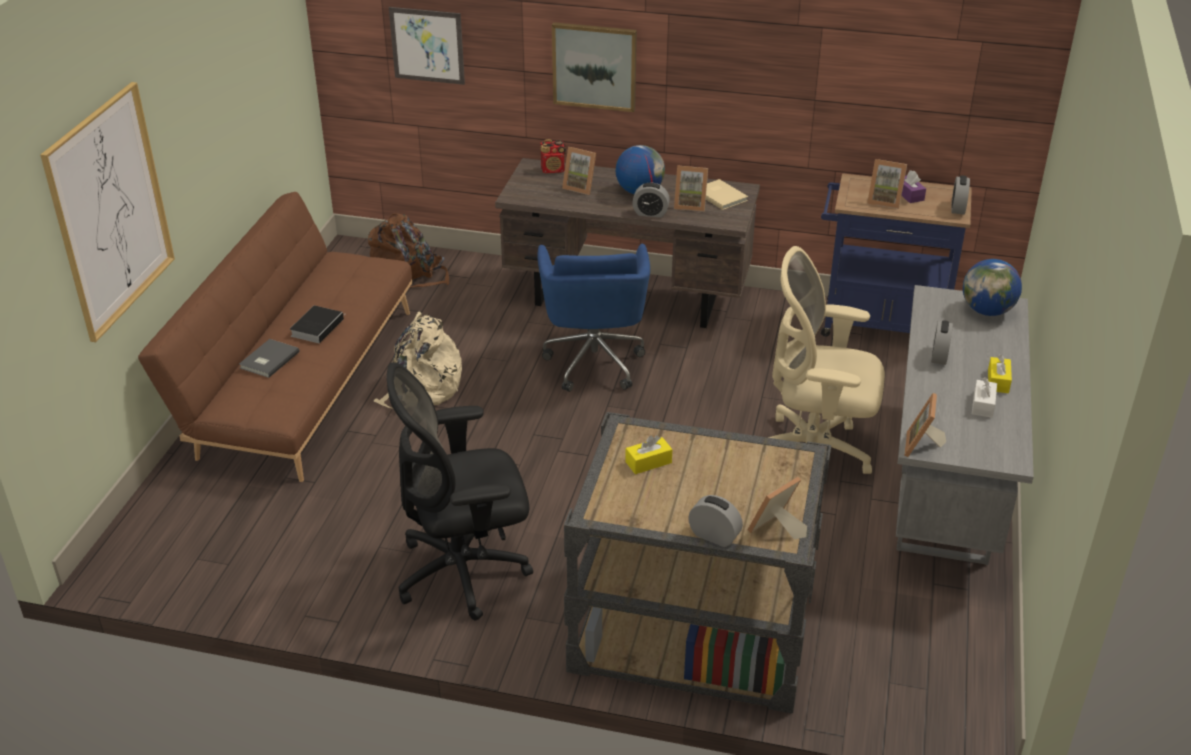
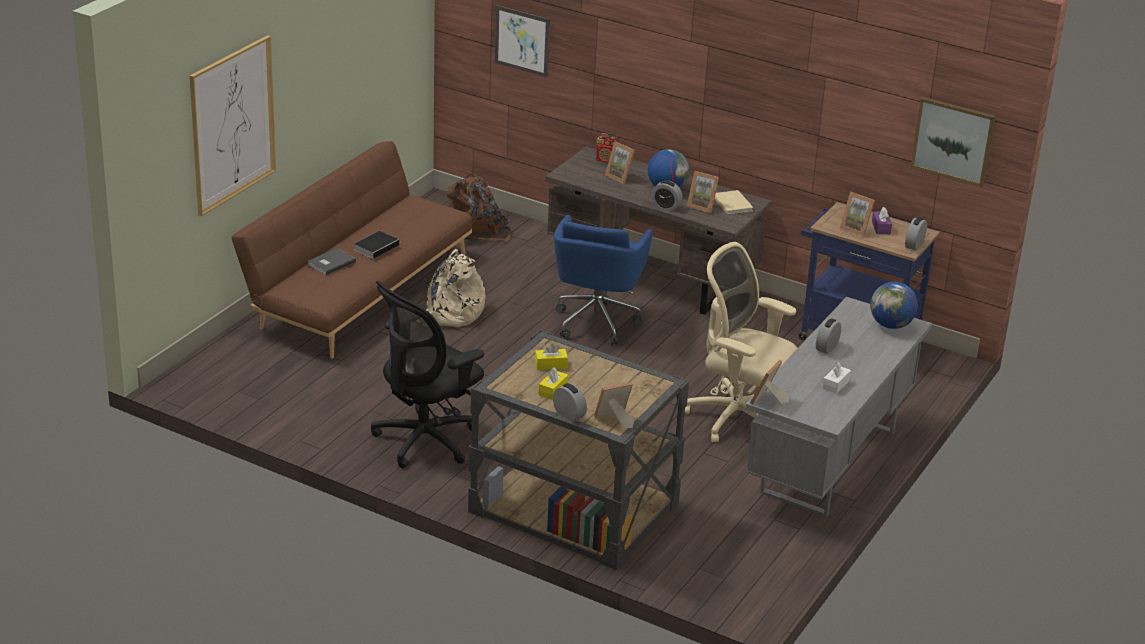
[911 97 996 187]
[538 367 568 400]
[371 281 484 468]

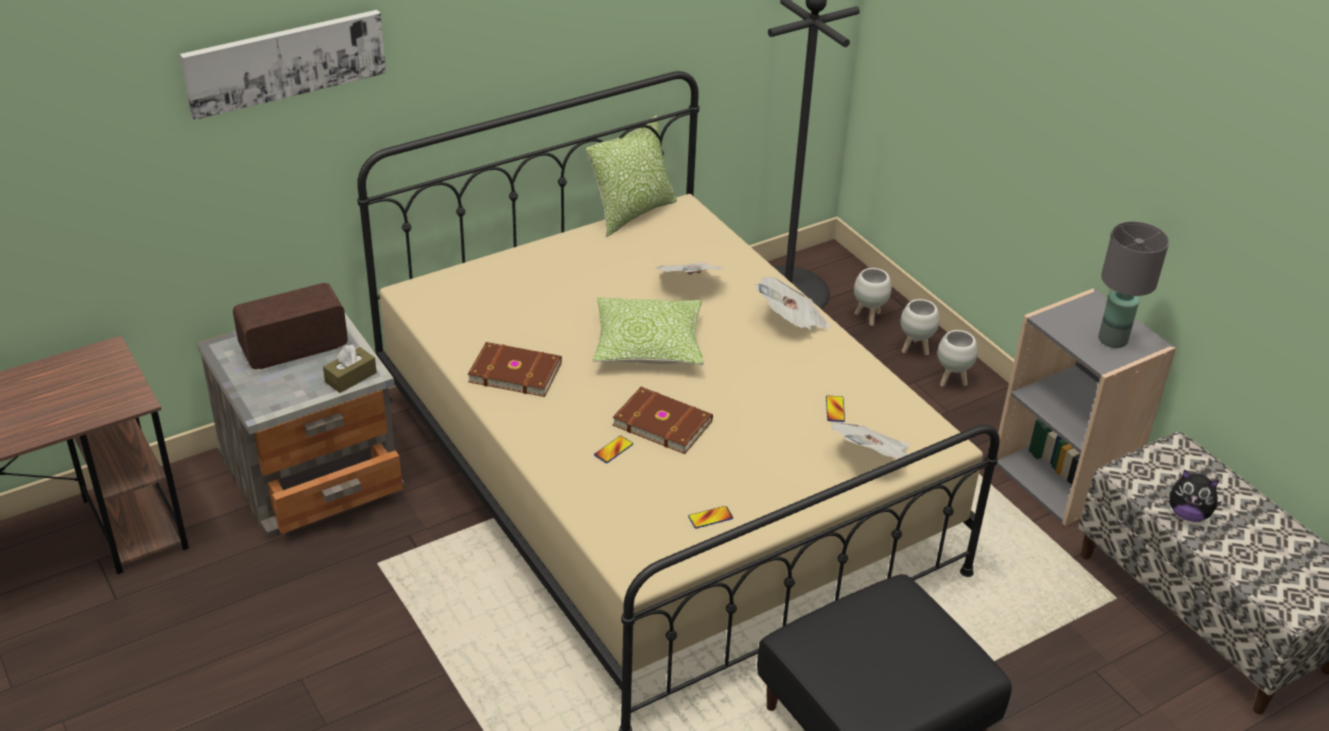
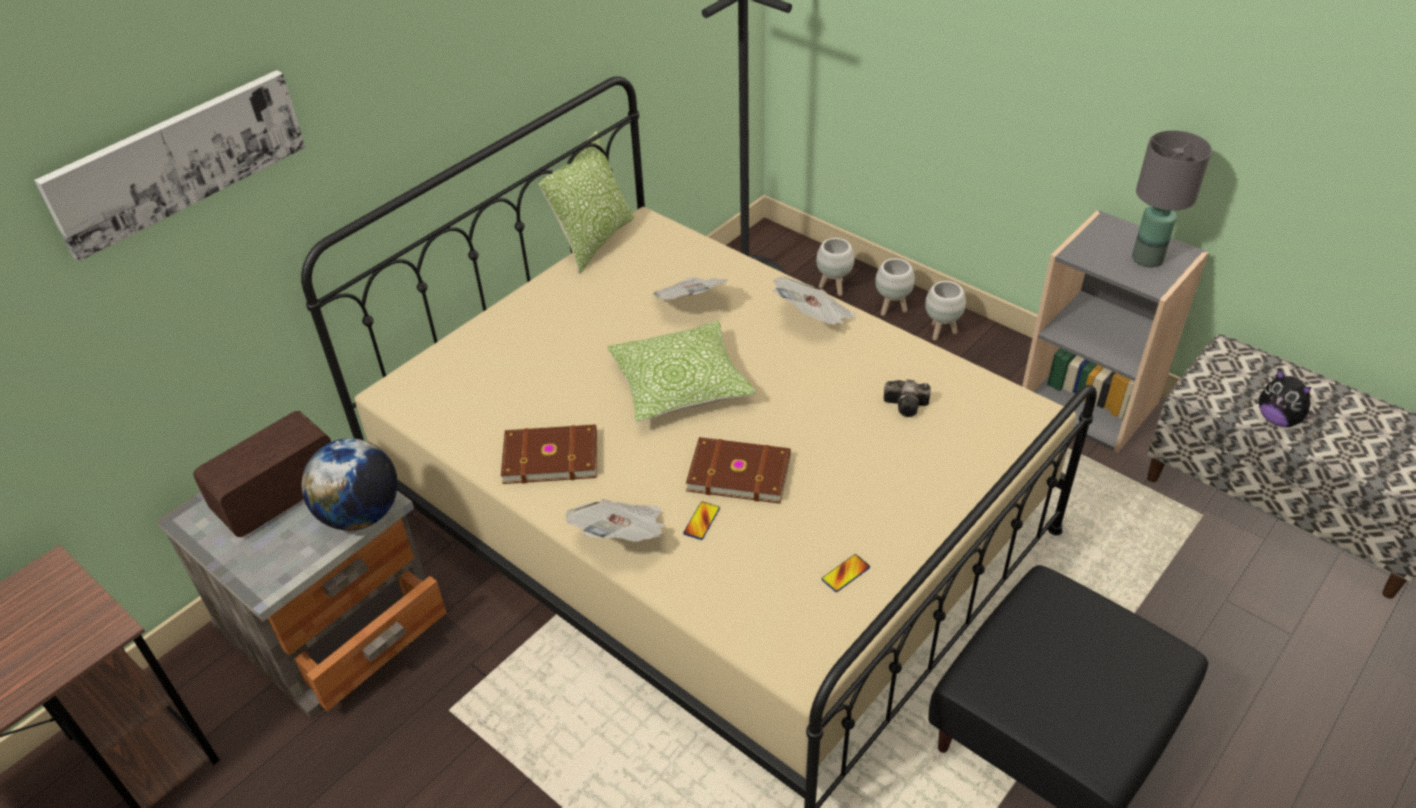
[302 438 398 531]
[884 379 931 417]
[566 499 665 542]
[1259 369 1317 427]

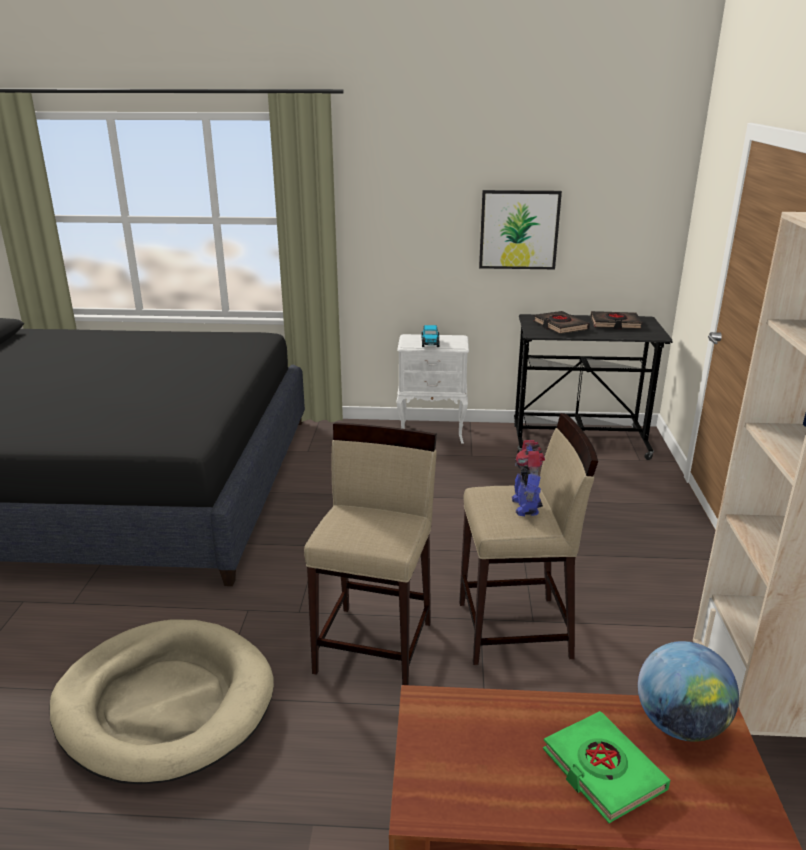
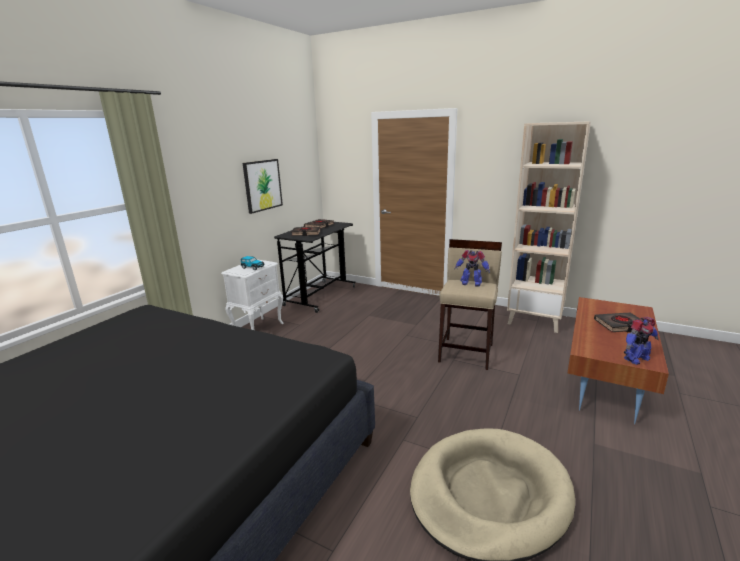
[304 422 437 685] (first image)
[638 641 739 742] (first image)
[594 312 640 332]
[624 317 659 365]

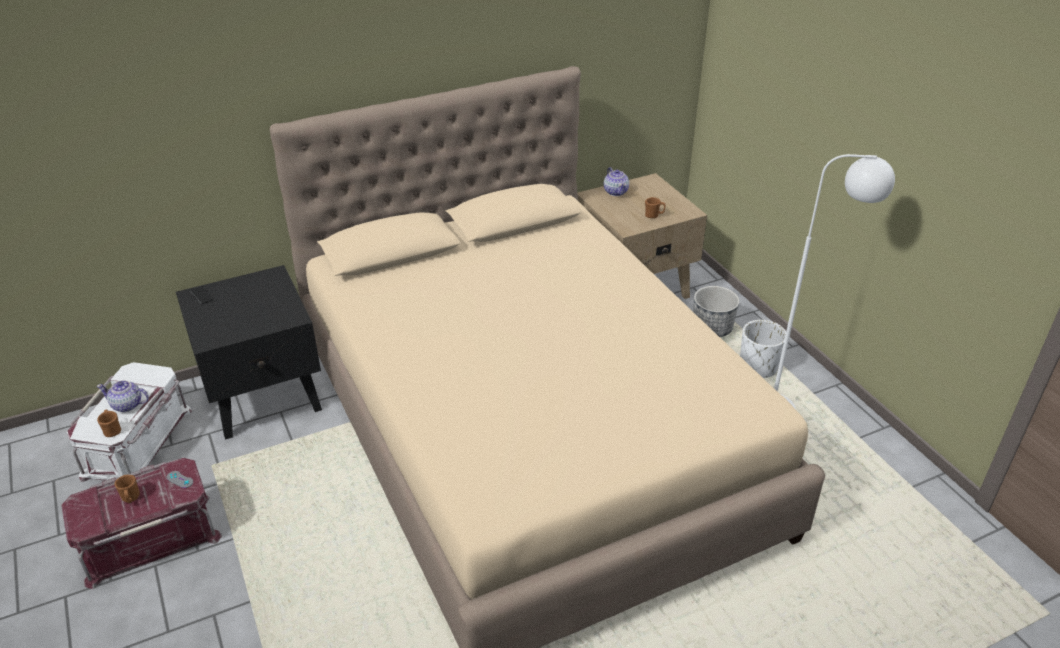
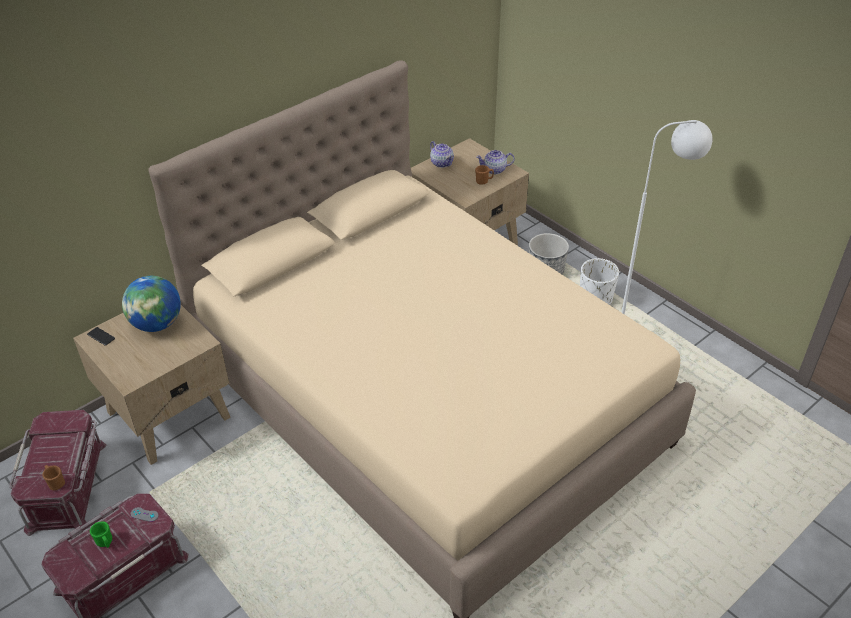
[73 305 231 465]
[9 410 107 536]
[476 150 515 174]
[90 521 112 548]
[122 276 181 332]

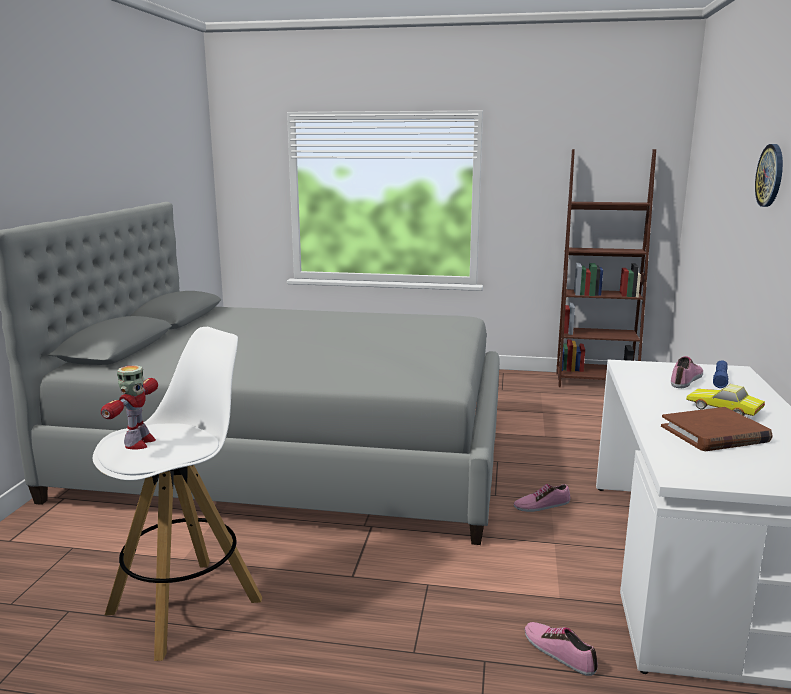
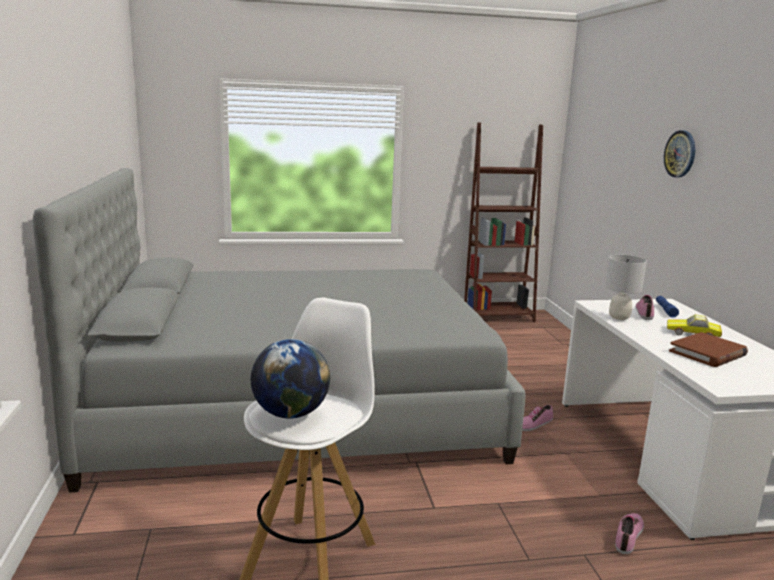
[251 339 330 419]
[615 513 644 554]
[605 255 647 320]

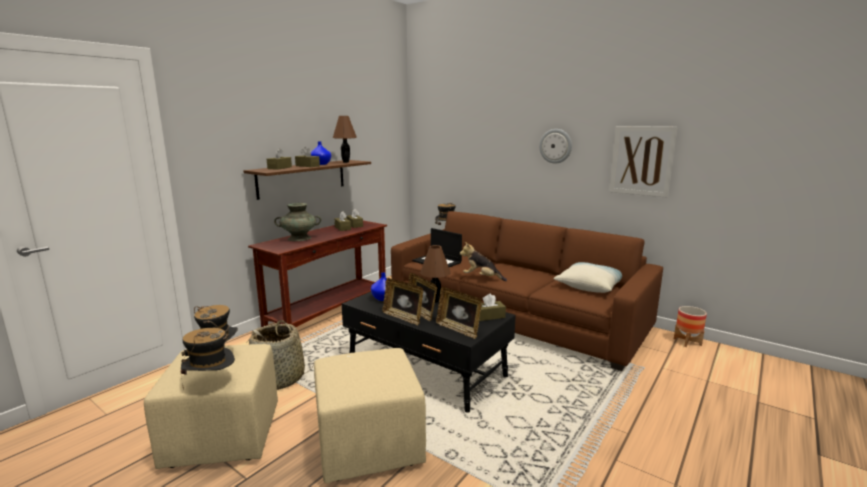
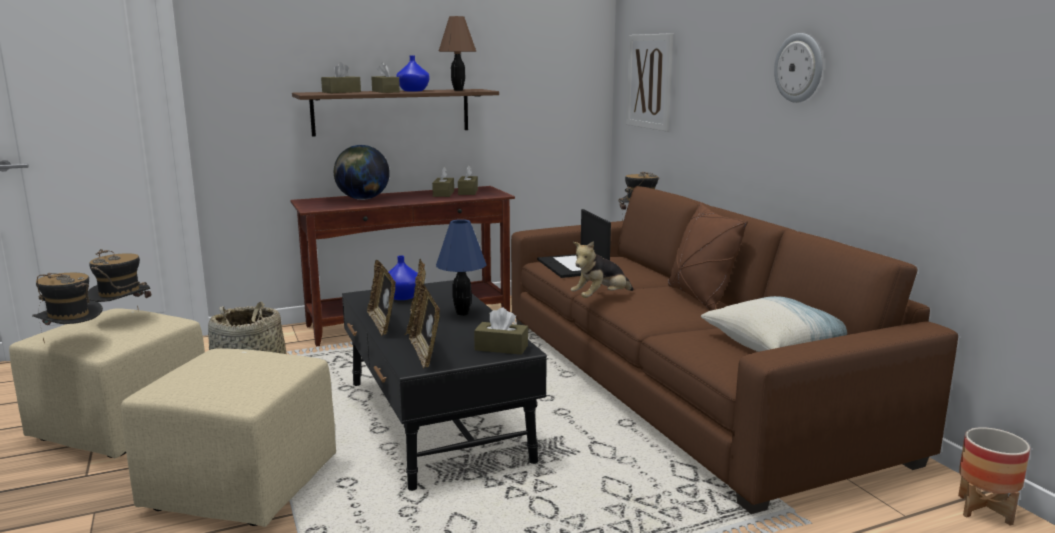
[626 33 673 131]
[334 145 390 200]
[571 241 633 298]
[436 219 486 316]
[668 202 748 311]

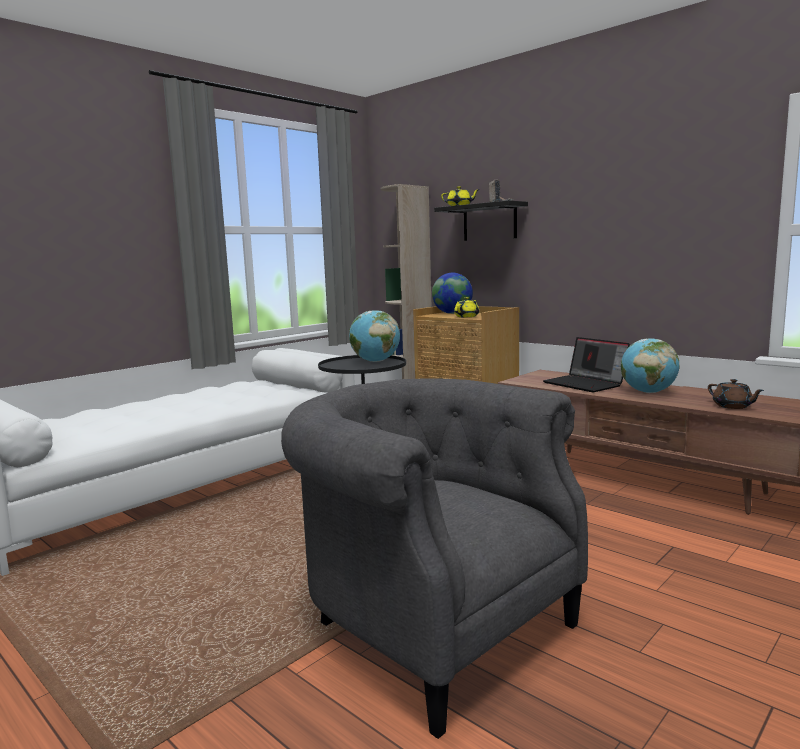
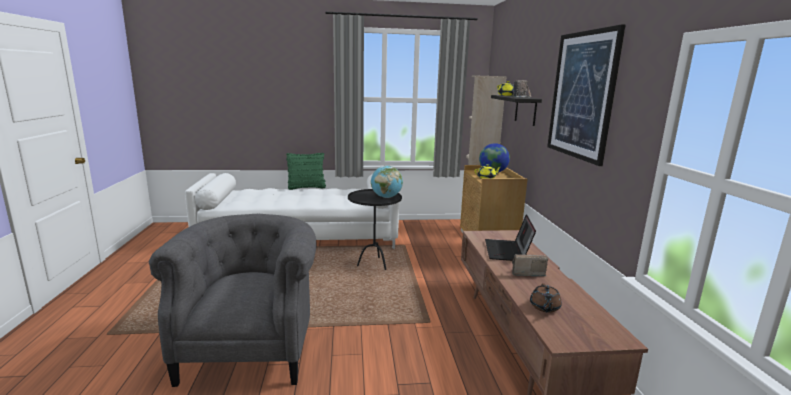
[512 254 548 276]
[547 24 625 166]
[286 153 326 190]

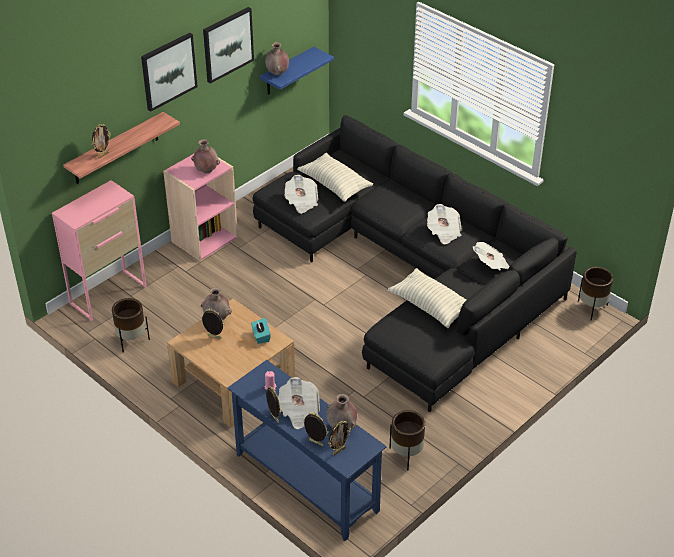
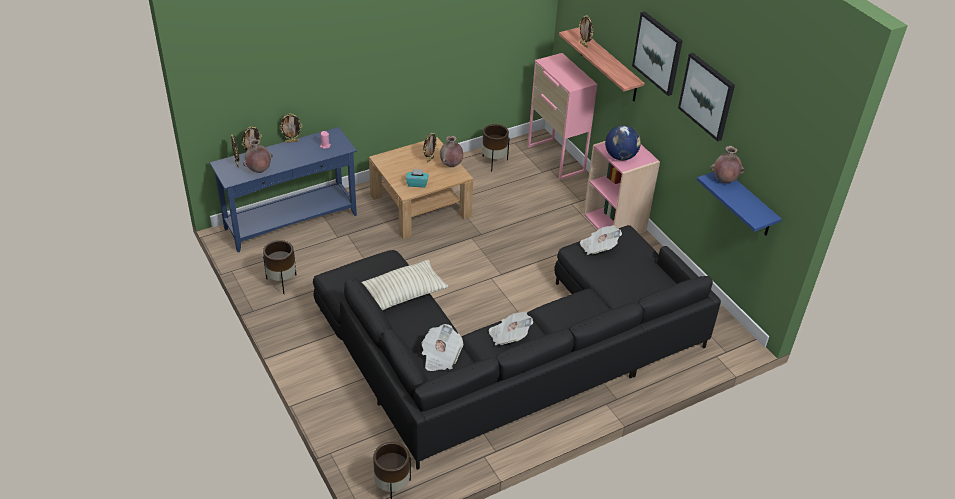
[605 125 641 160]
[297 153 373 202] (first image)
[278 377 320 429] (first image)

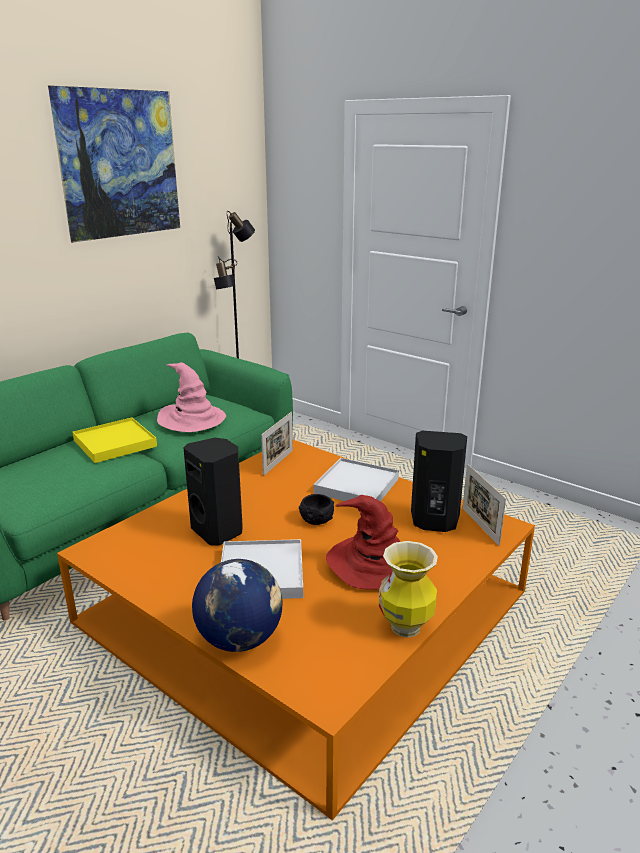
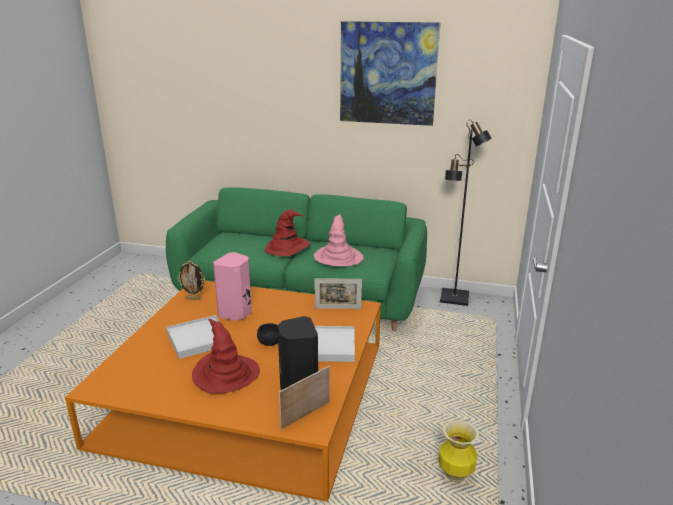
[264 209 311 256]
[213 252 252 321]
[438 420 479 483]
[192 559 283 652] (first image)
[177 261 205 300]

